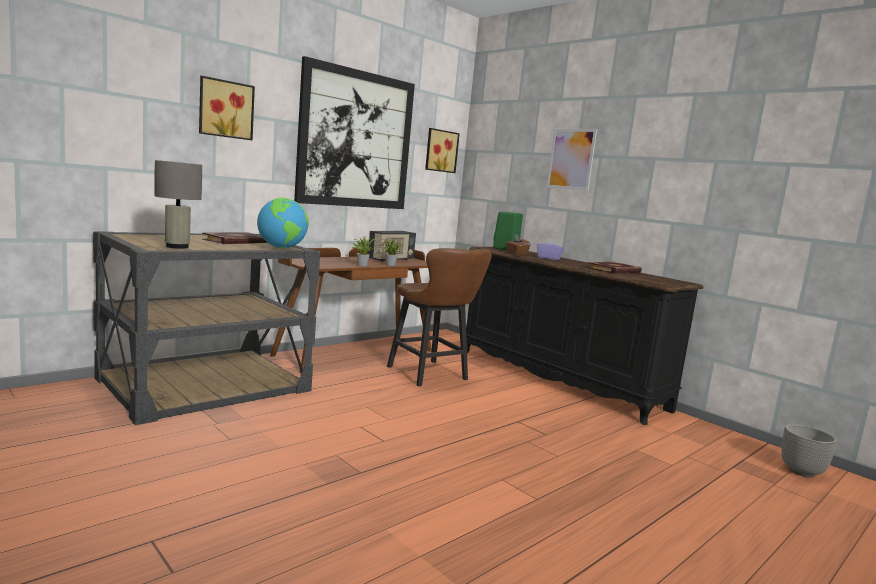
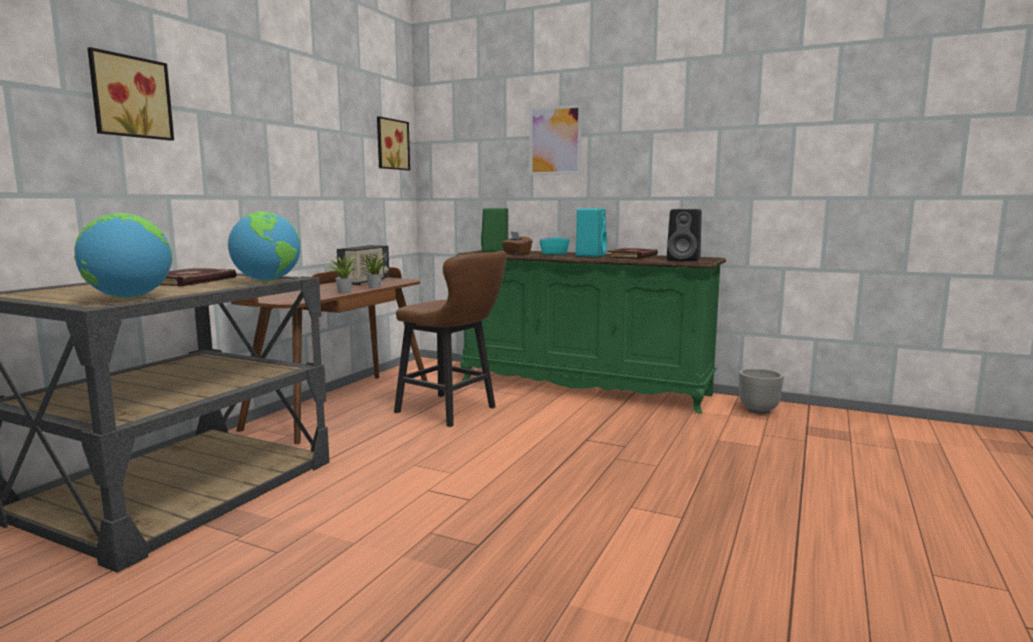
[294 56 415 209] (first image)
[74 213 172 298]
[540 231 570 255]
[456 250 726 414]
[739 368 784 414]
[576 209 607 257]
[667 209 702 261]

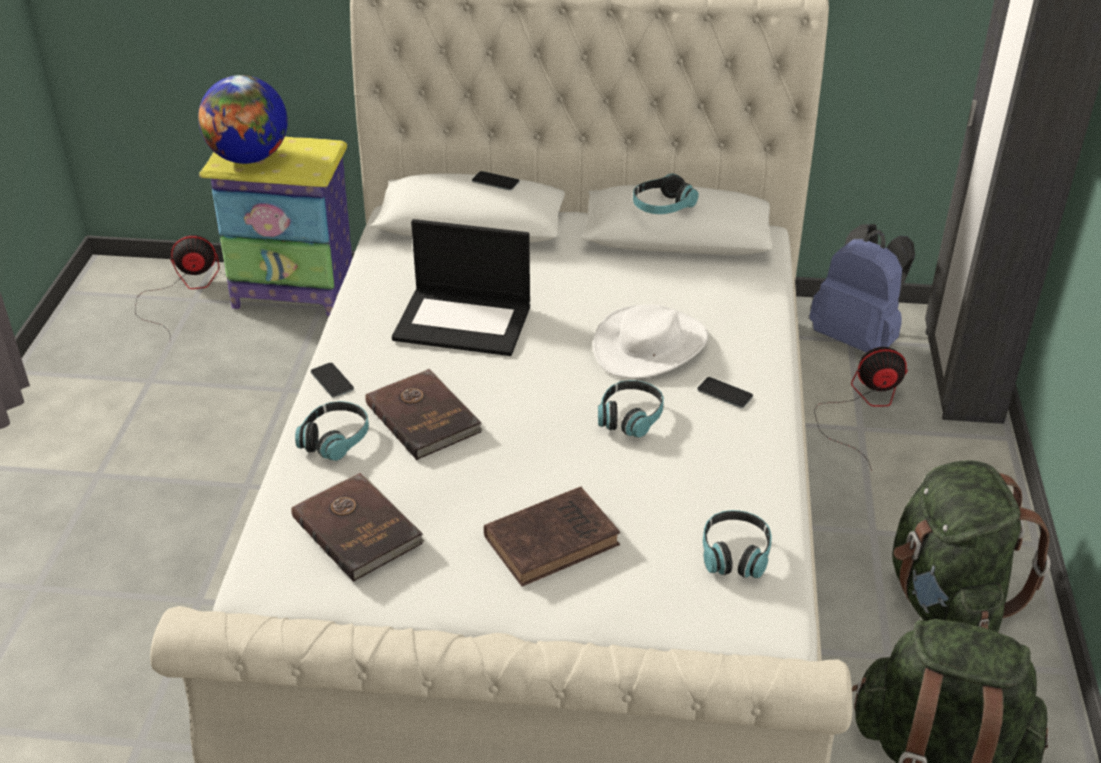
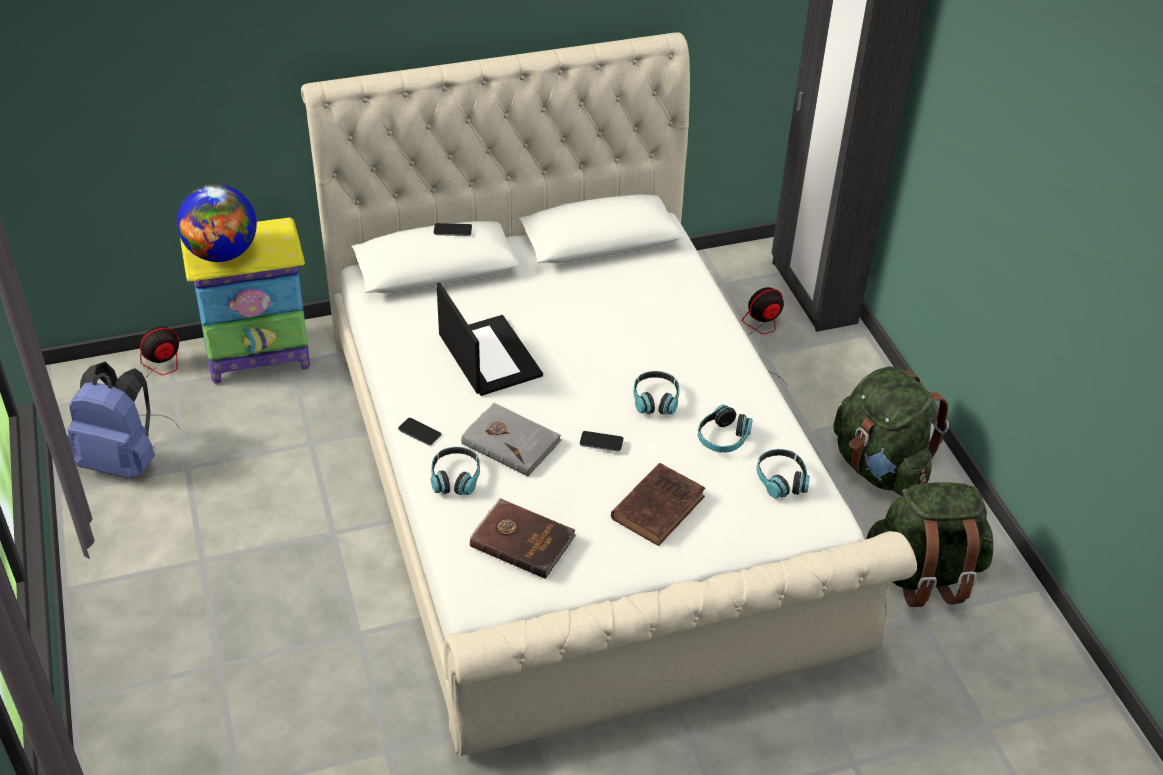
[698 405 753 453]
[437 282 543 396]
[67 362 155 479]
[593 305 709 379] (first image)
[461 403 561 477]
[580 431 624 452]

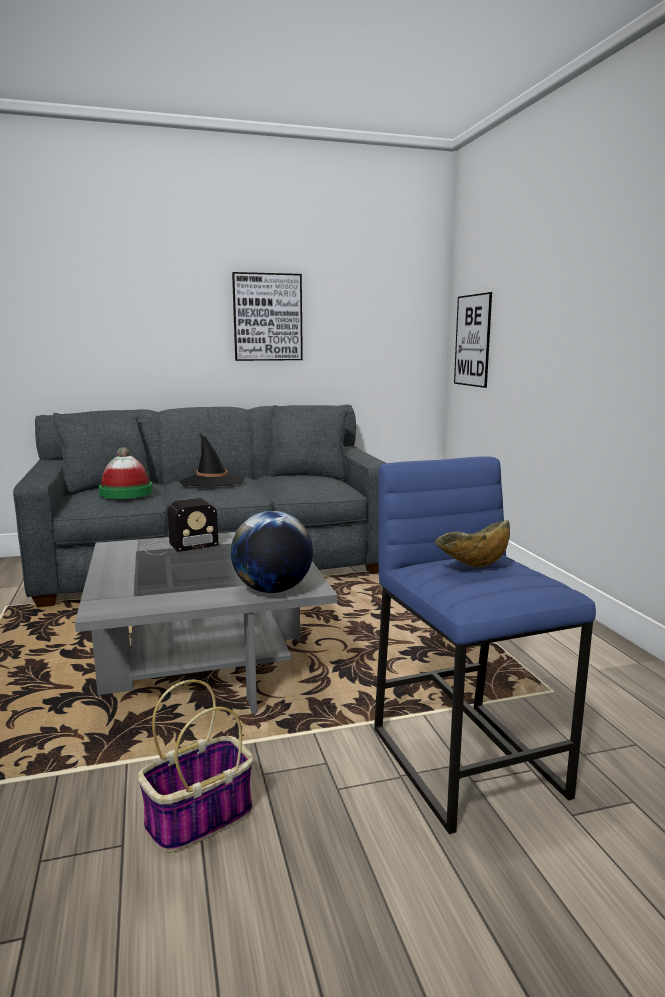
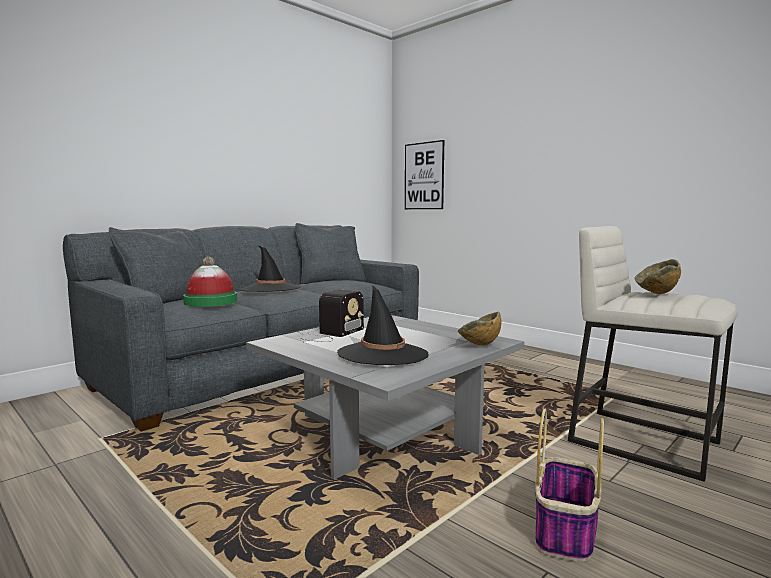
[232 272 303 361] (first image)
[568 226 738 482]
[458 311 501 346]
[337 286 429 365]

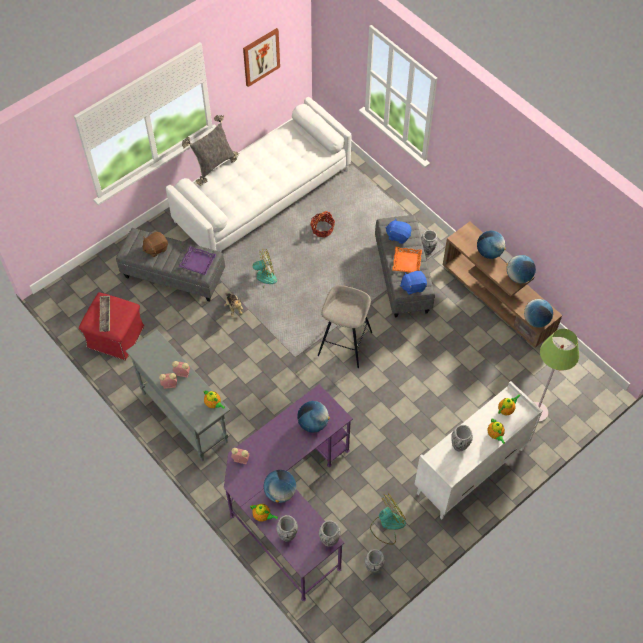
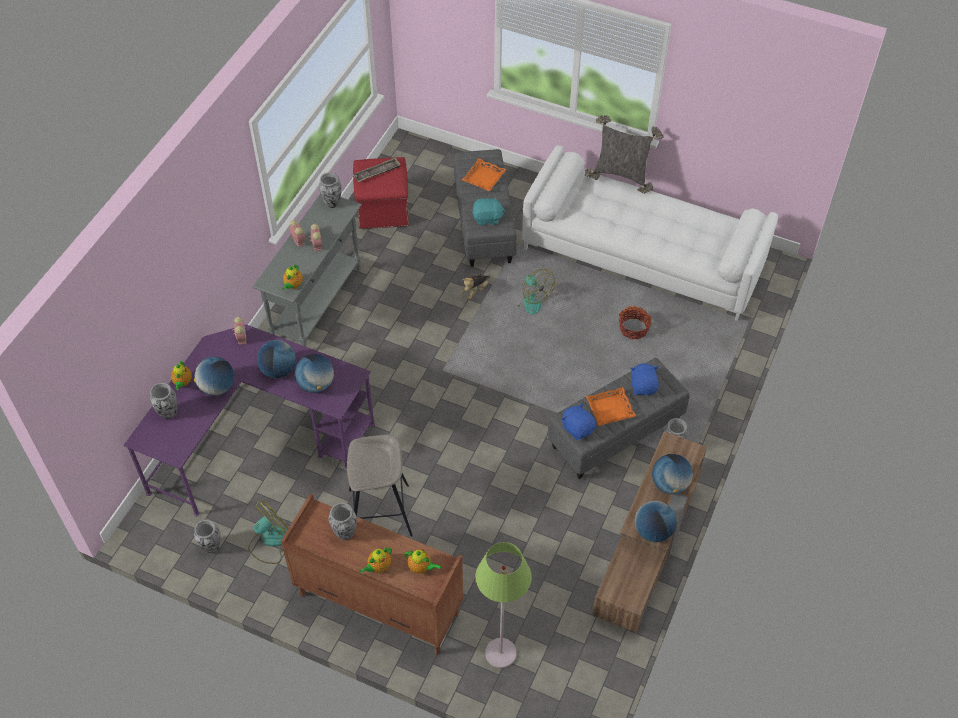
[243 28 280 87] (first image)
[462 159 507 191]
[472 196 505 226]
[347 435 413 537]
[257 340 296 379]
[281 494 463 655]
[248 500 288 564]
[319 172 341 208]

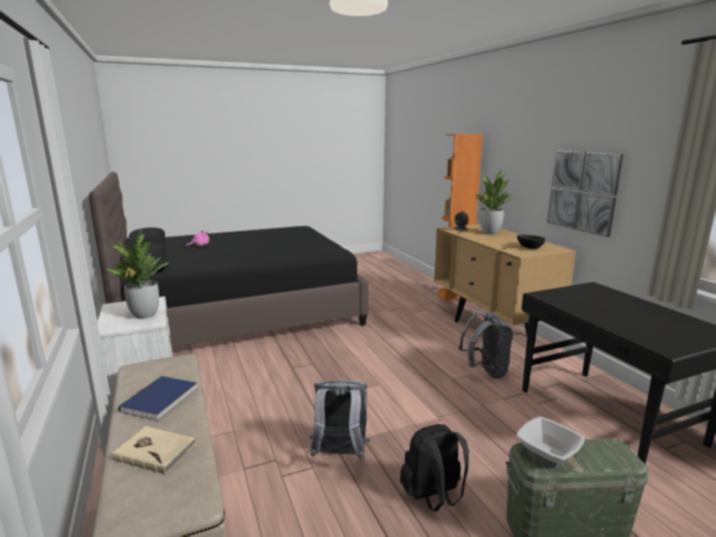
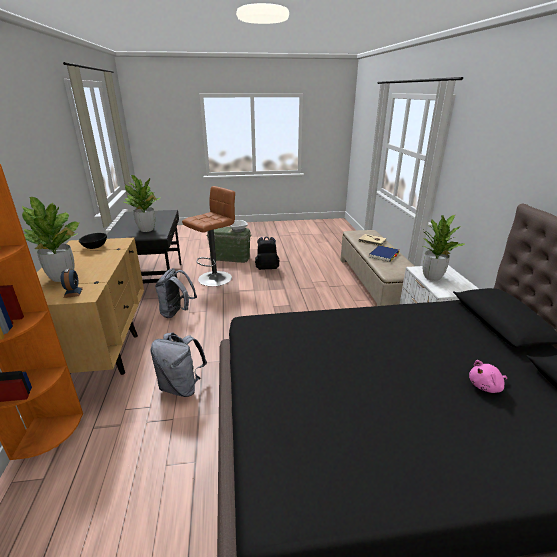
[547 150 623 237] (first image)
[151 332 207 397]
[122 175 160 232]
[182 186 235 286]

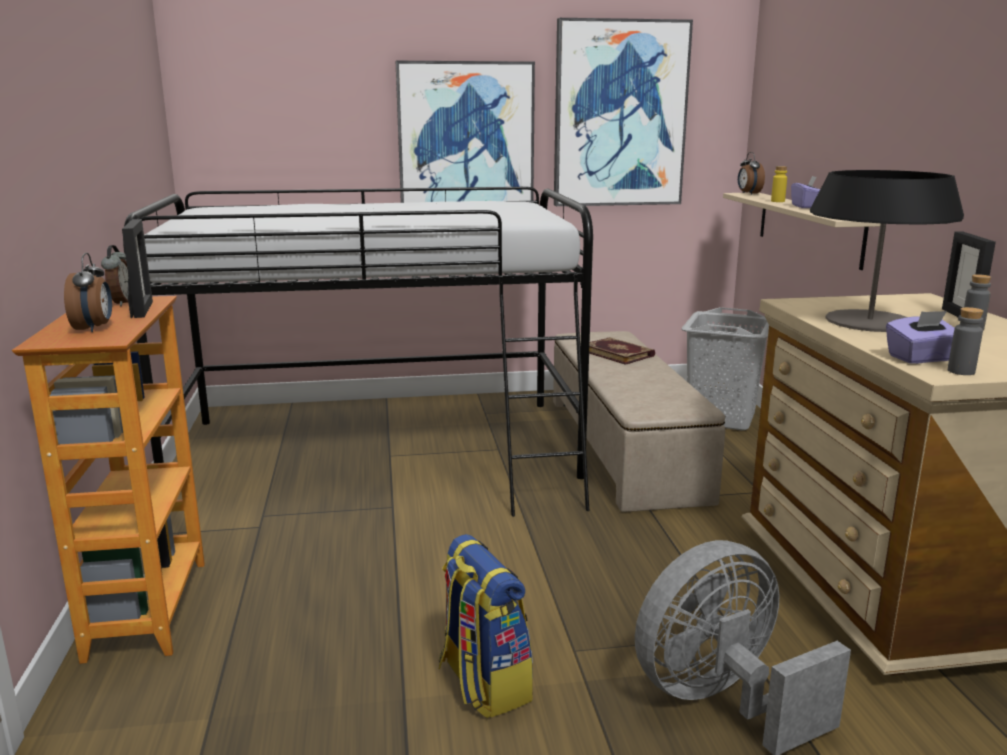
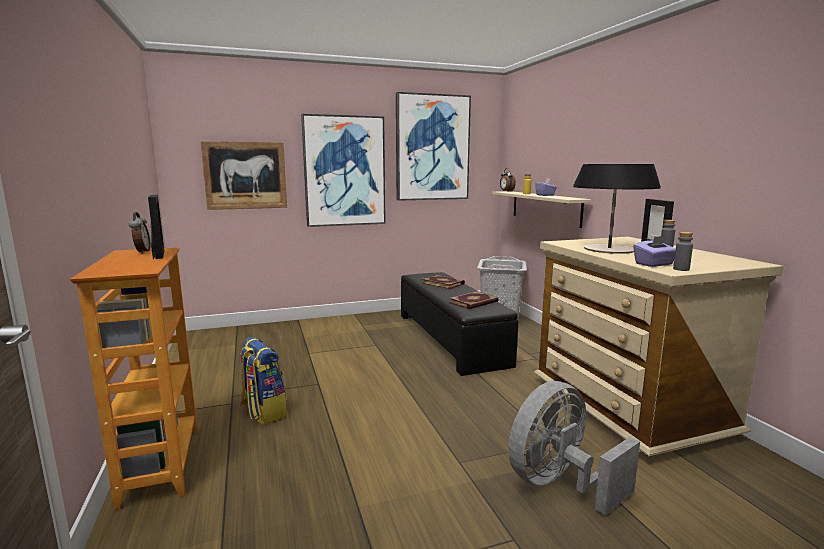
[123 187 593 517] (first image)
[64 253 112 332] (first image)
[401 272 518 376]
[240 337 287 425]
[201 141 287 210]
[449 291 499 309]

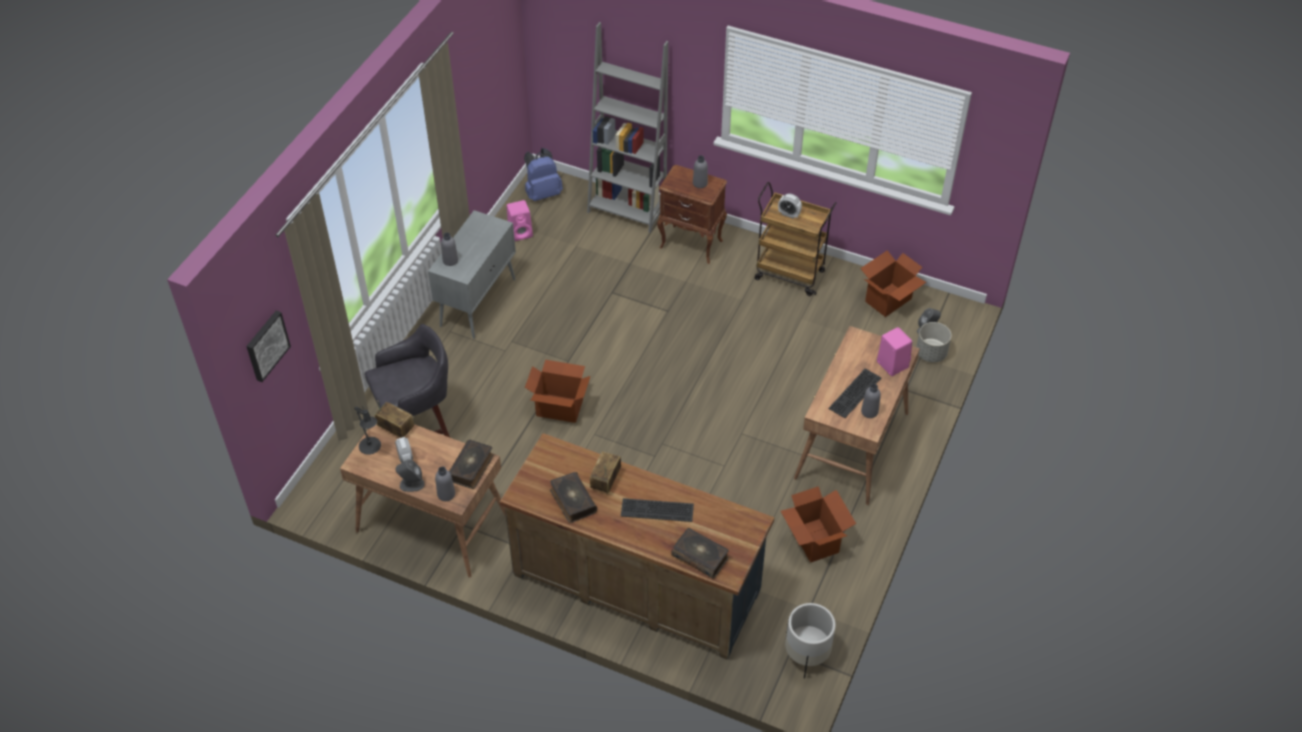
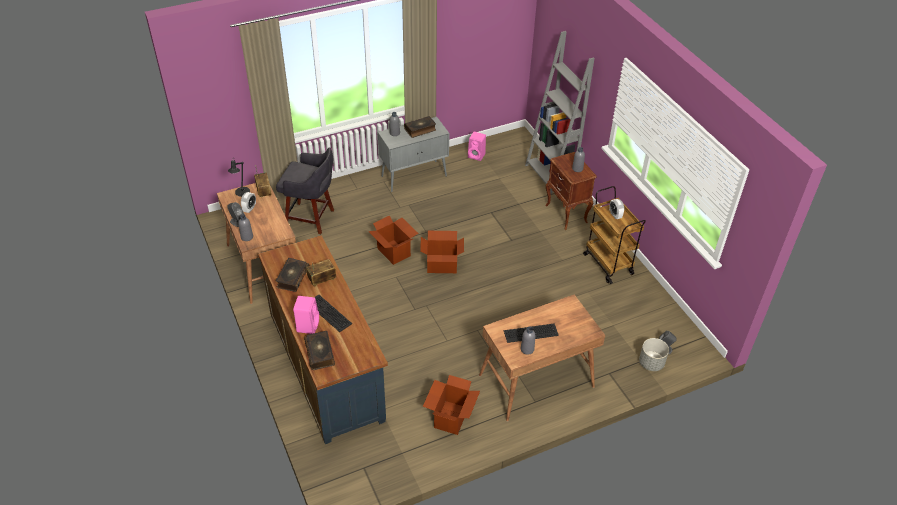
[524 148 563 201] (first image)
[420 231 464 273]
[246 310 291 382] (first image)
[293 296 319 334]
[404 116 436 138]
[785 603 836 678] (first image)

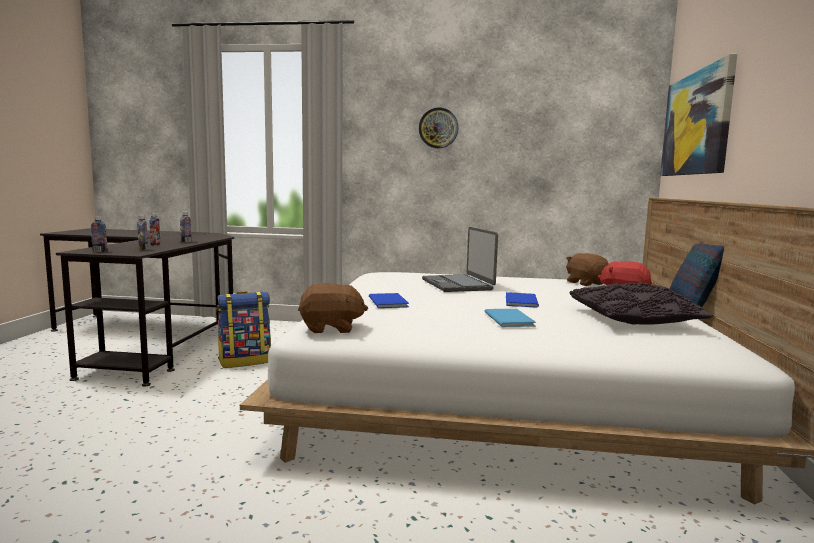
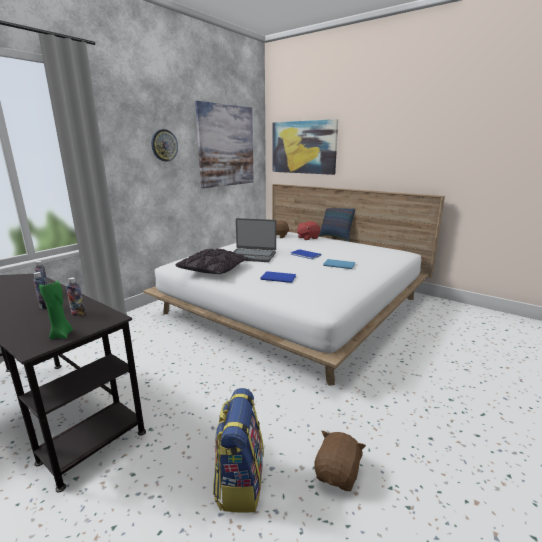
[39 281 73 339]
[315 431 366 491]
[175 249 249 274]
[213 388 264 513]
[195 101 254 188]

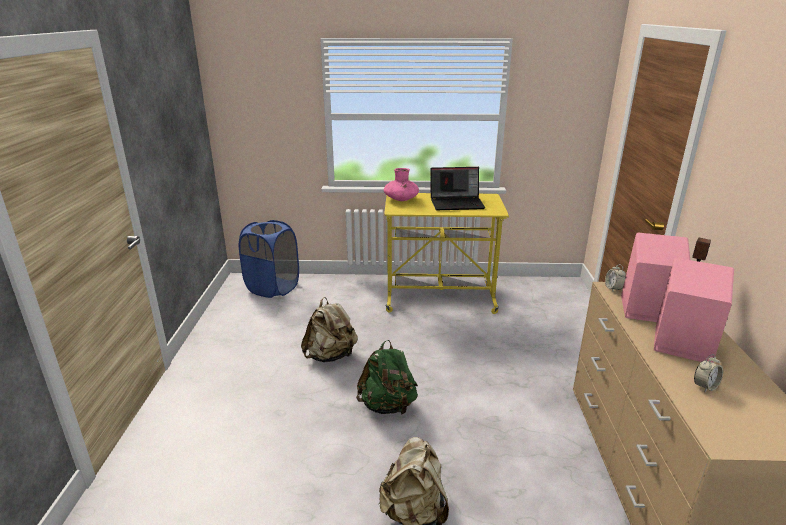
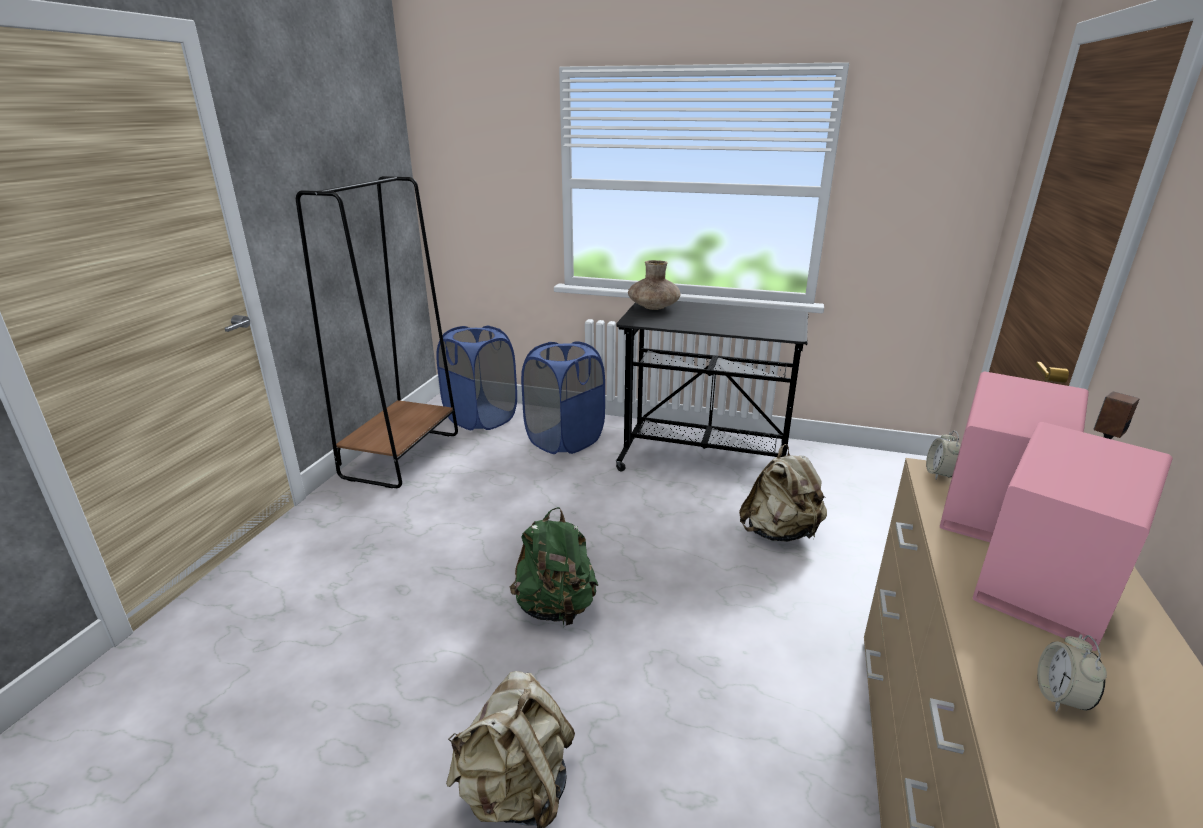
[430 167 485 210] (first image)
[628 260 681 310]
[616 301 808 472]
[739 444 827 542]
[1037 634 1107 712]
[296 176 458 488]
[521 341 605 454]

